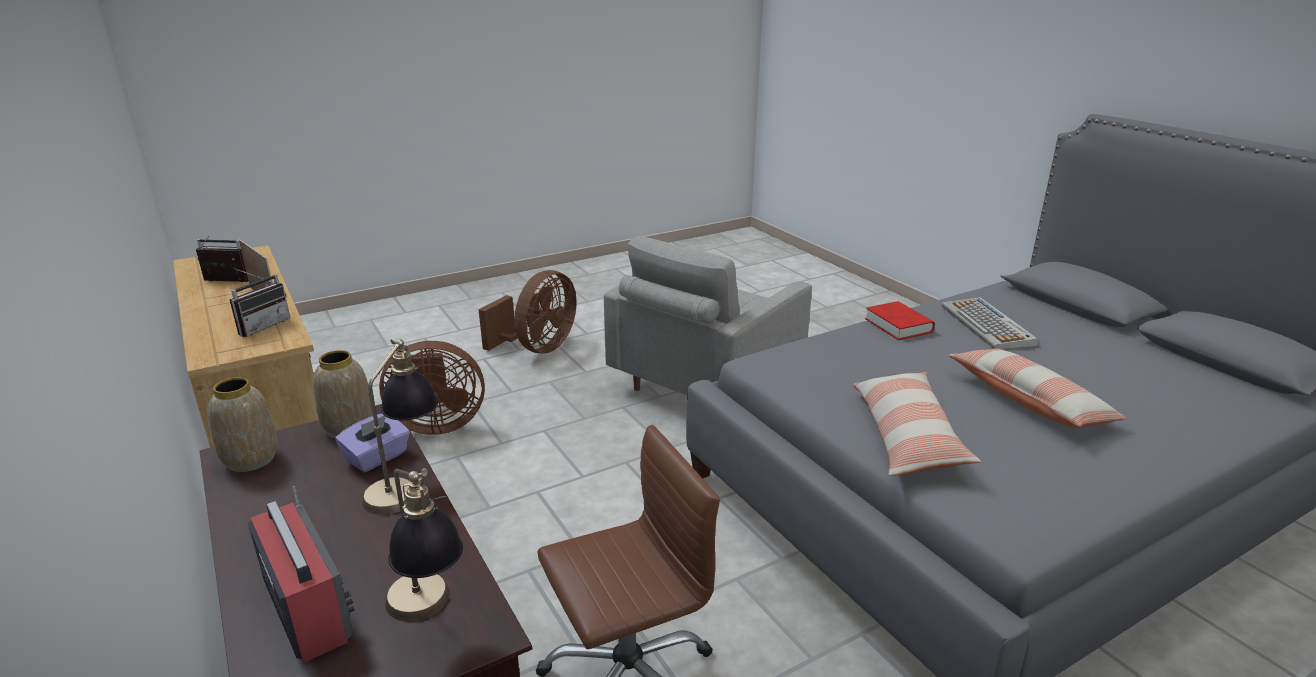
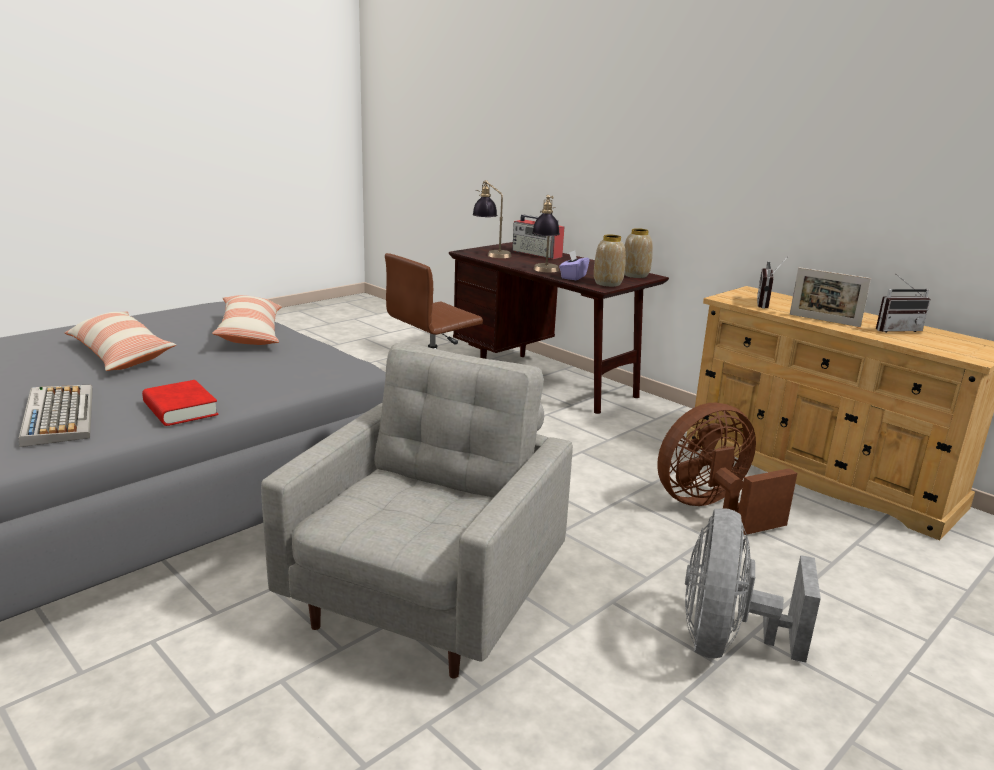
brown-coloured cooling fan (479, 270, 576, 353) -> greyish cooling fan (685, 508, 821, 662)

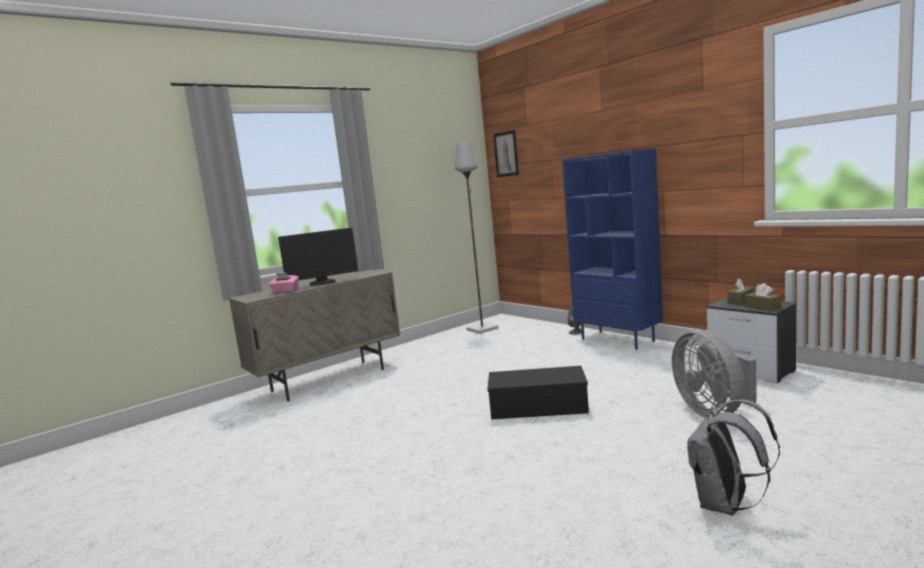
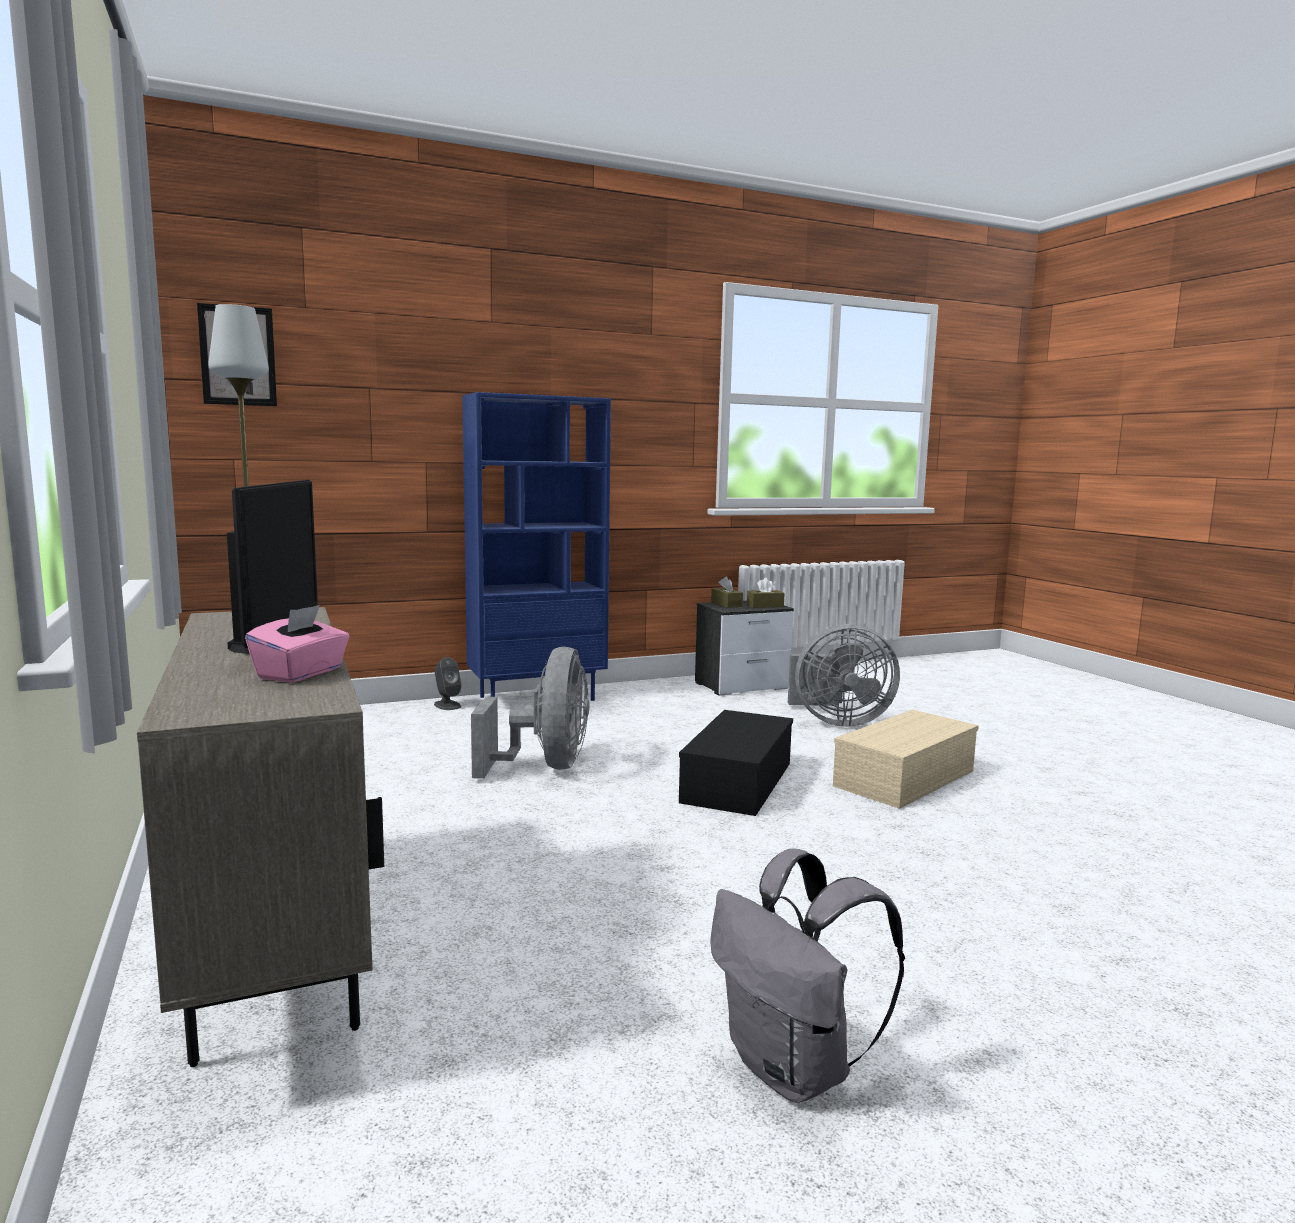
greyish knapsack (687, 399, 780, 516) -> greyish knapsack (710, 848, 905, 1103), relocated
none -> greyish cooling fan (471, 647, 589, 779)
none -> beige-coloured storage box (833, 710, 979, 809)

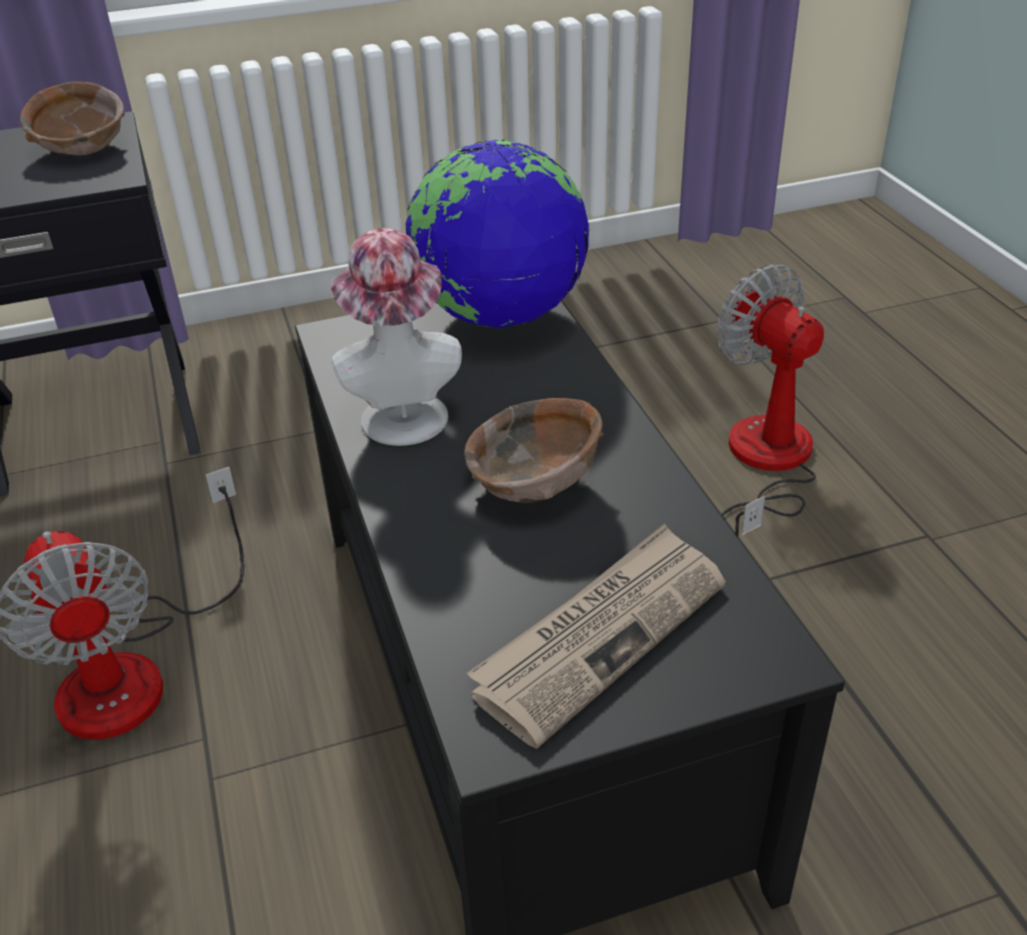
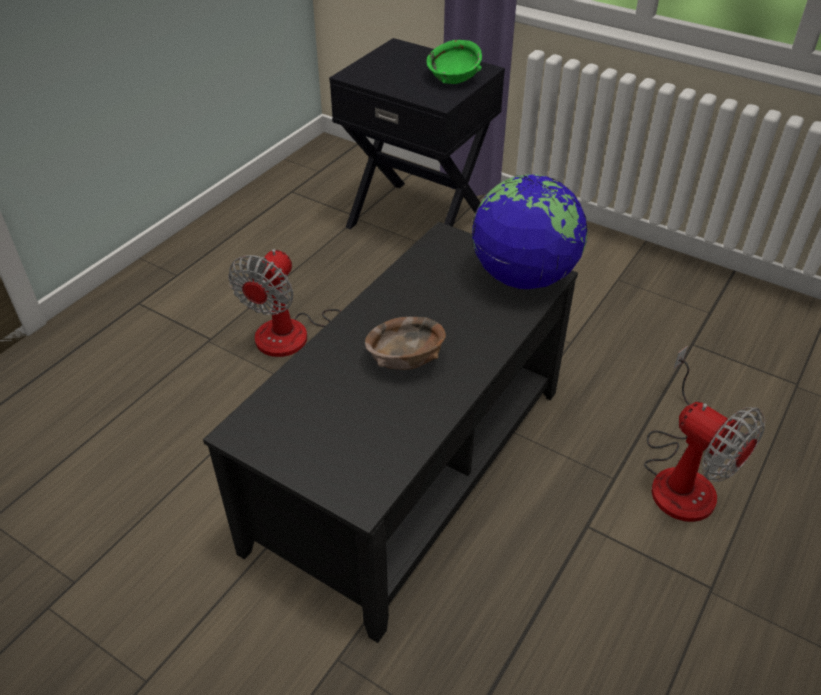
brown-coloured serving bowl (20, 81, 125, 156) -> green serving bowl (427, 40, 482, 84)
clothing hat (331, 228, 462, 446) -> none
cooling fan (717, 264, 824, 537) -> cooling fan (644, 346, 765, 522), 120 degrees clockwise
newspaper (467, 523, 726, 749) -> none

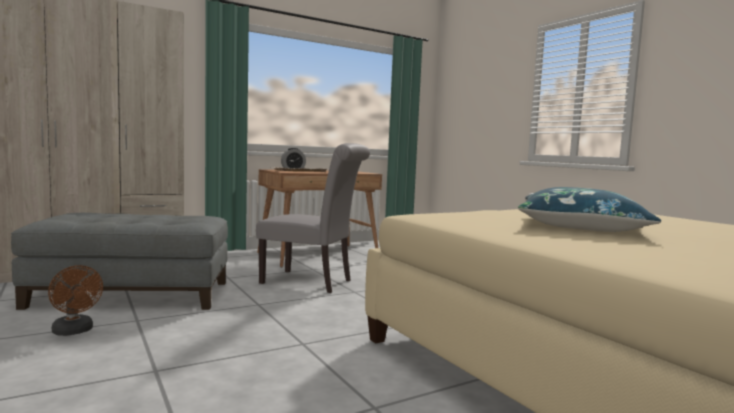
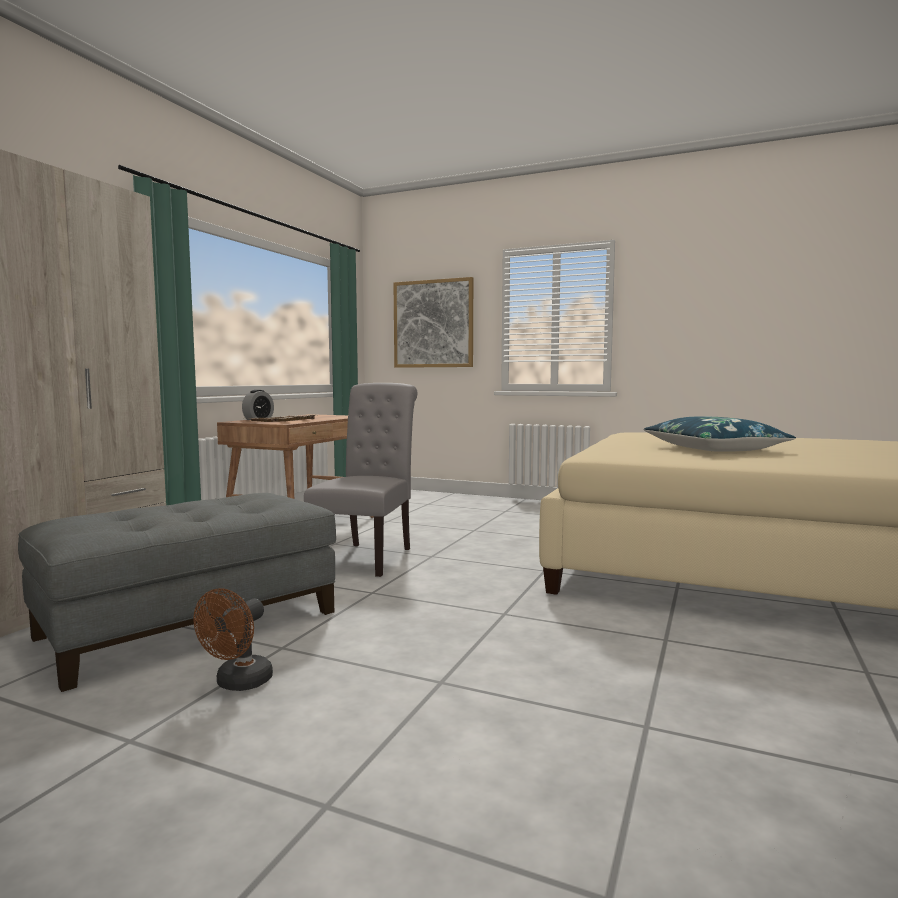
greyish plain chair (256, 143, 370, 293) -> greyish plain chair (304, 383, 417, 577), 60 degrees counterclockwise
brown-coloured cooling fan (48, 265, 103, 336) -> brown-coloured cooling fan (193, 588, 273, 691), 105 degrees clockwise
none -> picture (394, 277, 473, 368)

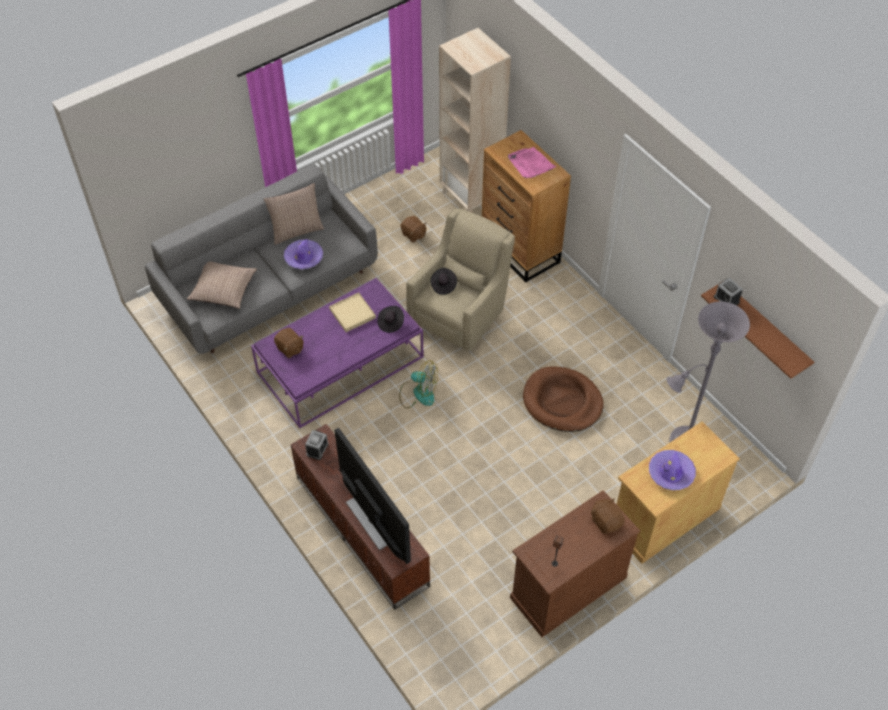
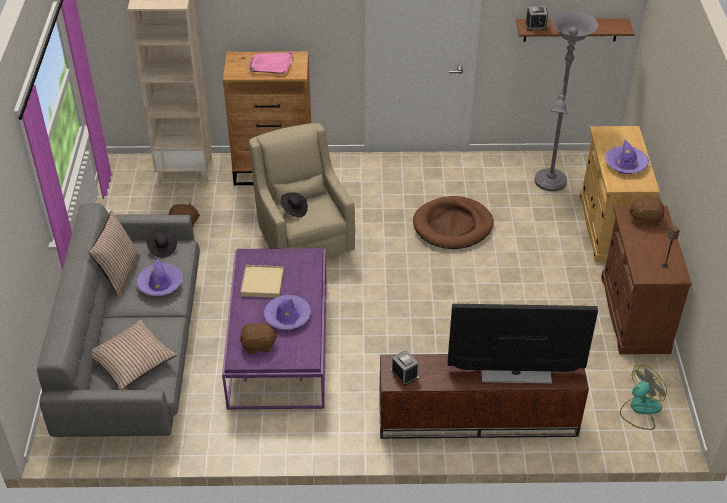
black-coloured clothing hat (377, 306, 404, 333) -> black-coloured clothing hat (147, 230, 177, 258), relocated
cooling fan (399, 360, 438, 409) -> cooling fan (620, 365, 667, 430), relocated
none -> purplish clothing hat (264, 295, 311, 329)

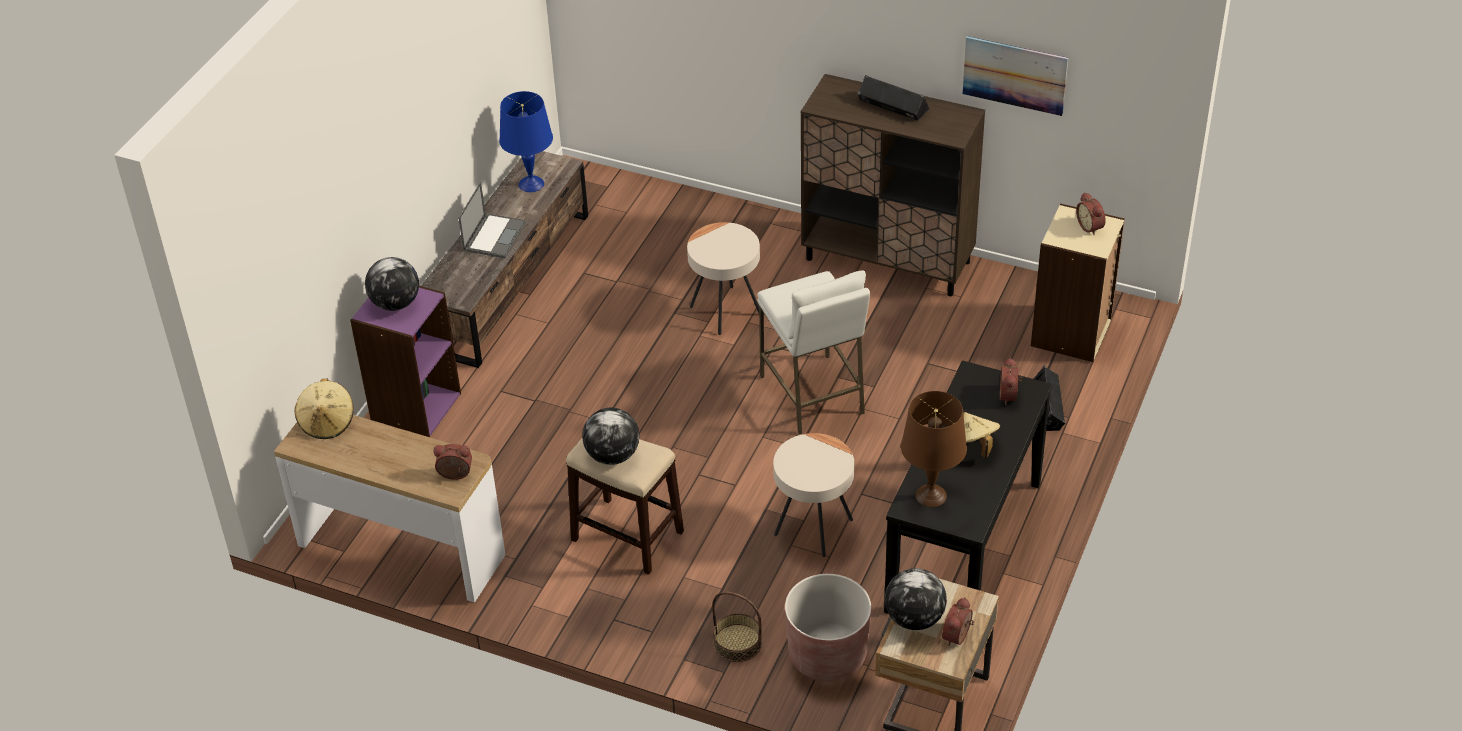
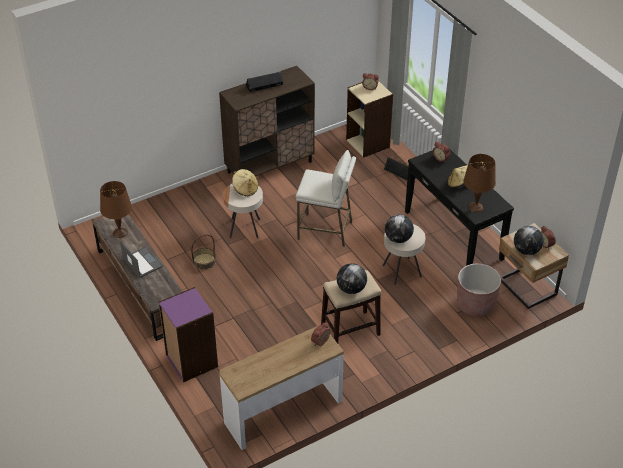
picture (963, 36, 1068, 116) -> none
blue-coloured tabletop lamp (499, 91, 553, 192) -> brown-coloured tabletop lamp (100, 181, 132, 238)
world globe (365, 257, 419, 311) -> world globe (385, 214, 414, 243), relocated
beige-coloured clothing hat (294, 379, 354, 439) -> beige-coloured clothing hat (232, 169, 258, 196), relocated
household basket (712, 591, 762, 662) -> household basket (191, 234, 216, 270), relocated

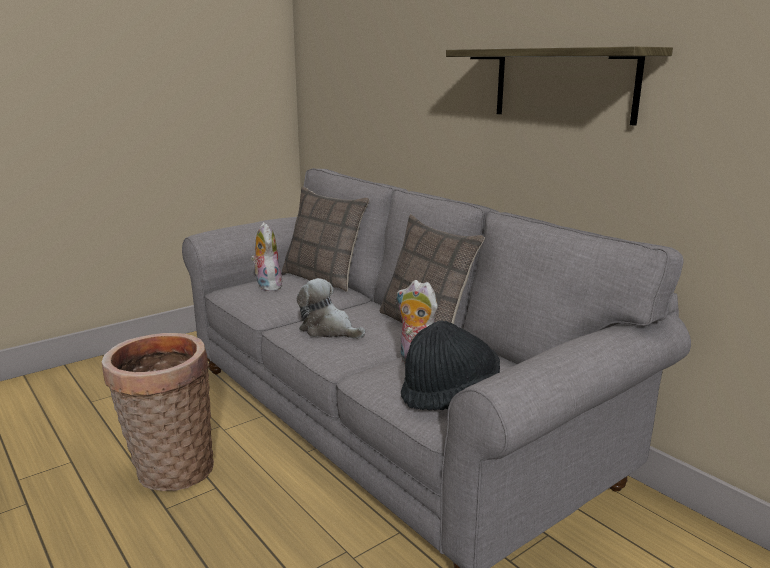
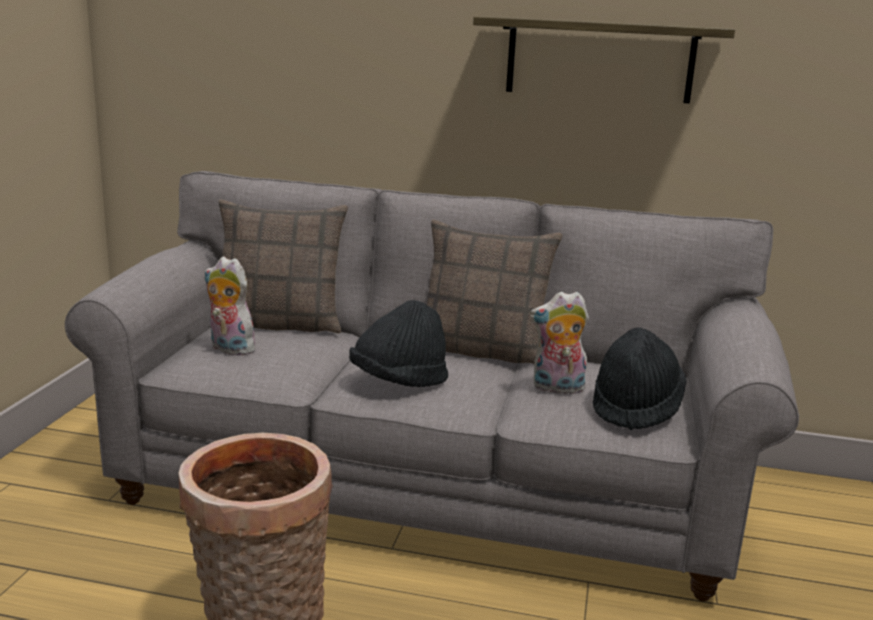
plush toy (297, 278, 365, 338) -> black-coloured clothing hat (349, 300, 448, 387)

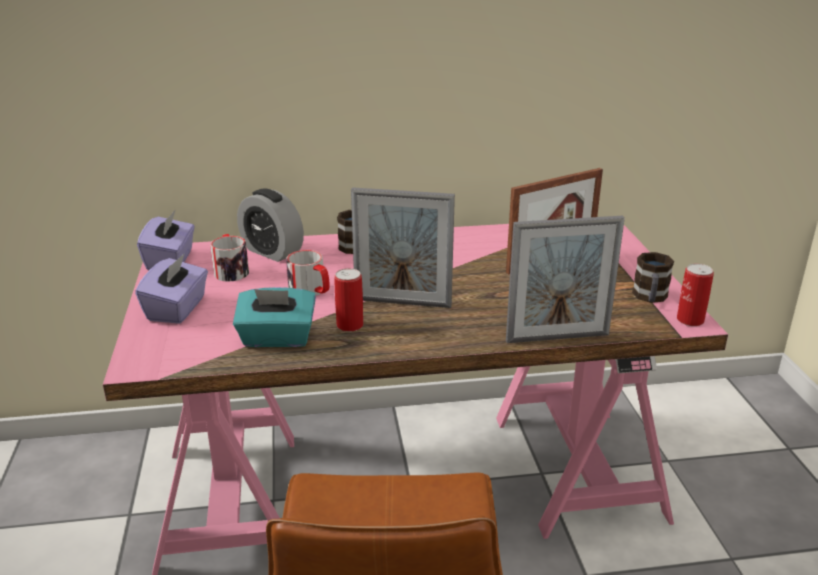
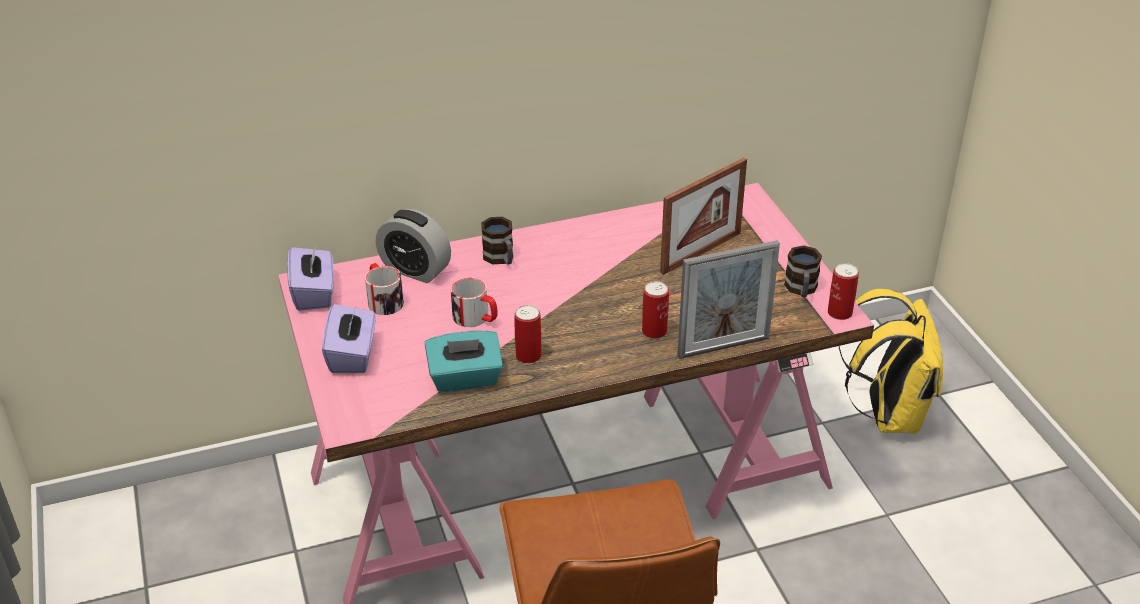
picture frame (351, 187, 455, 308) -> none
none -> sealed can (642, 281, 669, 339)
none -> yellow knapsack (839, 289, 943, 434)

